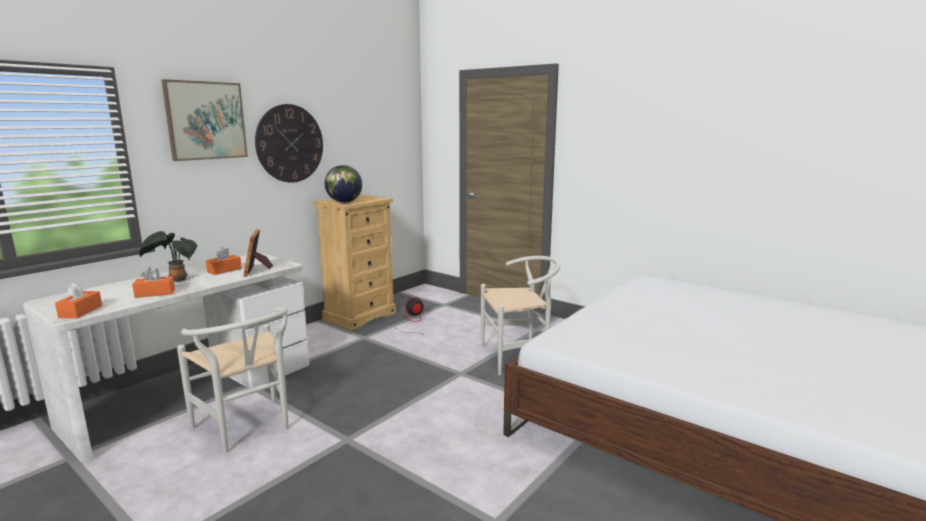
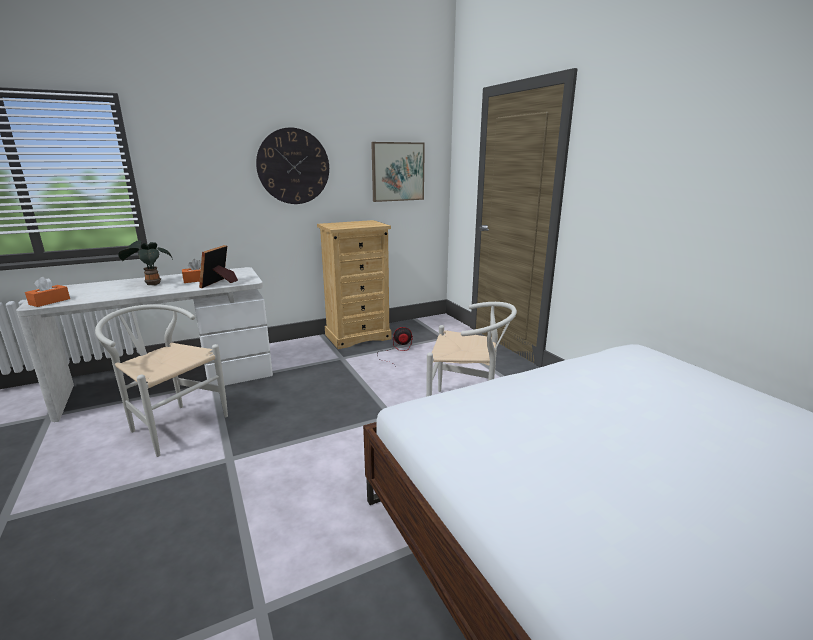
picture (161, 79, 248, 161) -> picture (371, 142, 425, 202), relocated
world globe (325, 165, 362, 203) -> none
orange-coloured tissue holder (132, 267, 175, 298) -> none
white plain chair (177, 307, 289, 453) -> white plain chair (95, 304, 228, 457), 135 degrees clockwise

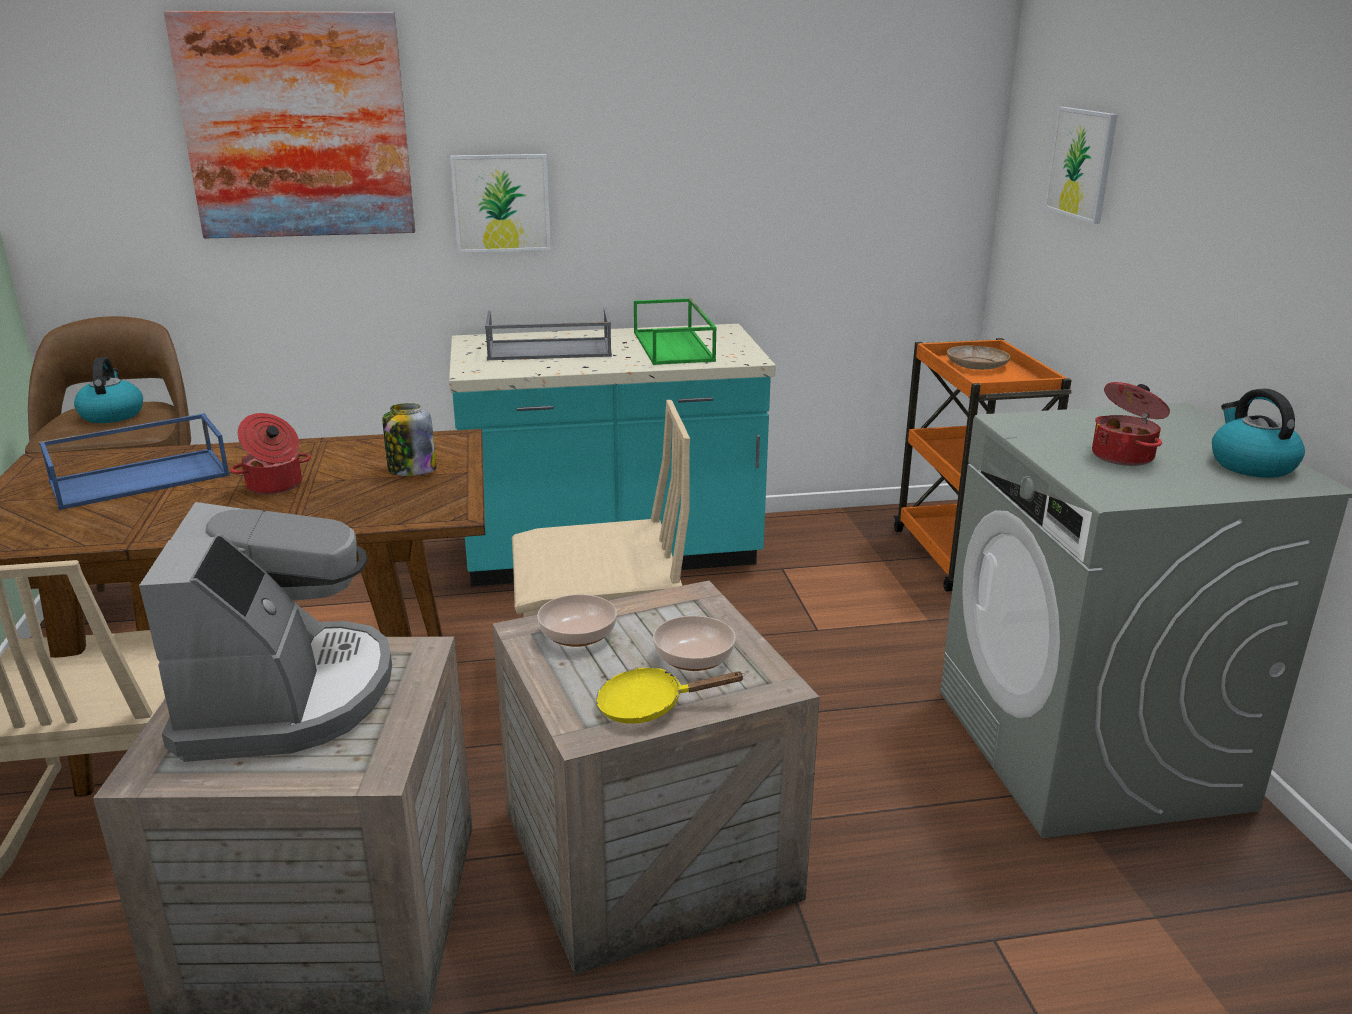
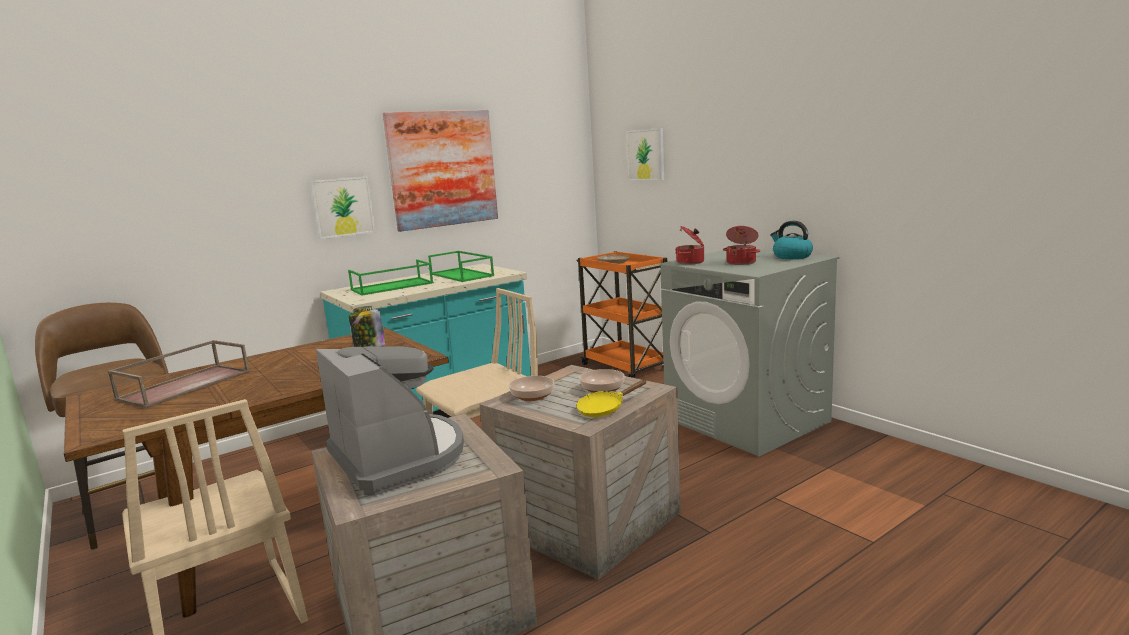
picture (164, 11, 415, 239) -> picture (383, 110, 498, 232), relocated
greyish carrying tray (485, 307, 612, 360) -> green carrying tray (348, 259, 434, 296)
water kettle (74, 357, 143, 423) -> none
blue-coloured carrying tray (39, 413, 230, 510) -> brown-coloured carrying tray (108, 340, 250, 408)
stockpot (230, 413, 311, 495) -> stockpot (675, 226, 704, 265), relocated

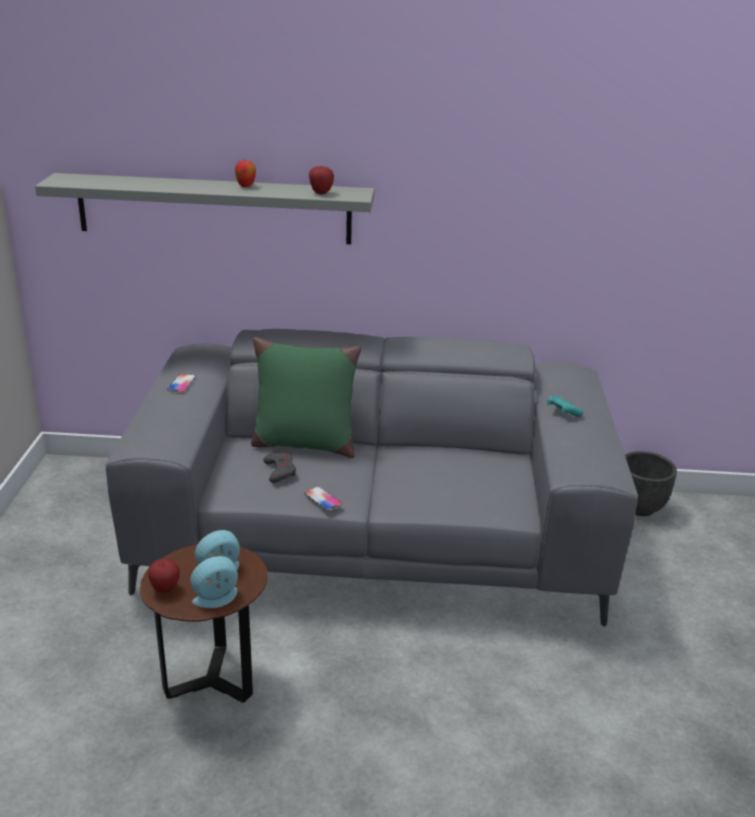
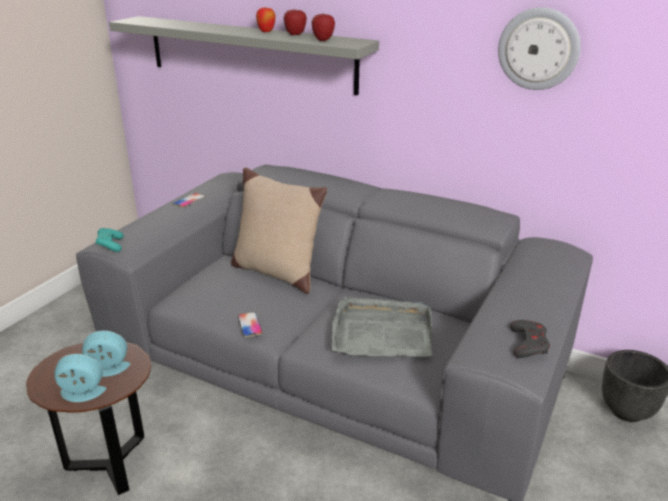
green throw pillow (251, 337, 361, 458) -> beige-coloured throw pillow (231, 167, 327, 294)
blue-green gamepad (547, 396, 583, 417) -> blue-green gamepad (96, 228, 124, 252), relocated
greyish gamepad (263, 453, 296, 483) -> greyish gamepad (510, 320, 550, 358), relocated
apple fruit (148, 559, 180, 593) -> apple fruit (283, 8, 307, 35), relocated
none -> wall clock (498, 7, 581, 90)
none -> greyish carrying tray (332, 297, 432, 357)

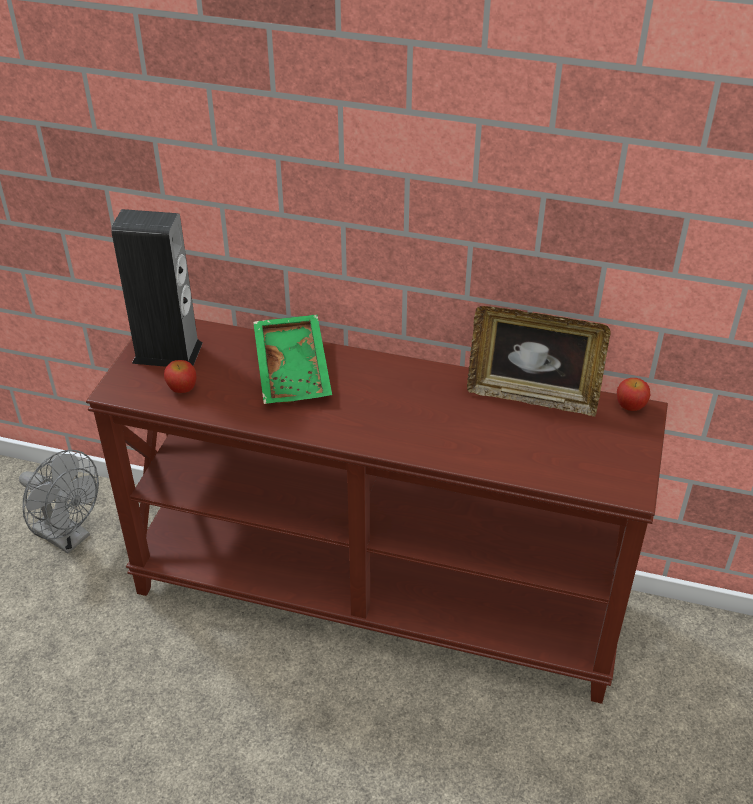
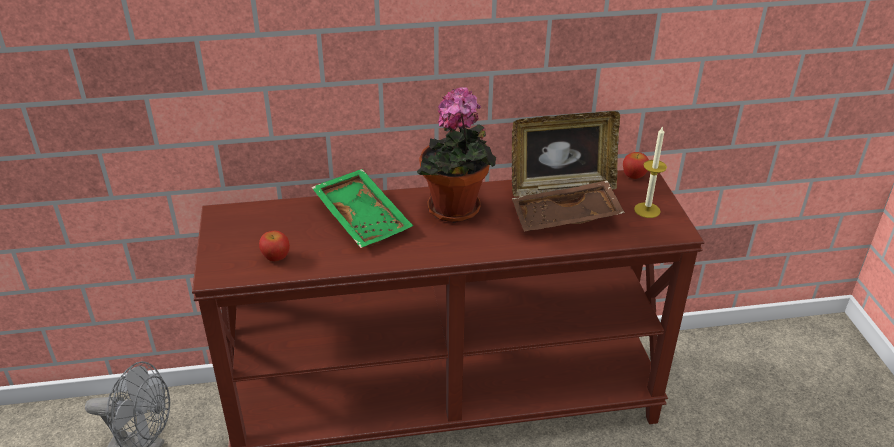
loudspeaker (111, 209, 203, 367) -> none
none -> potted plant (417, 87, 496, 223)
none -> wax light (634, 126, 667, 218)
none -> brown-coloured carrying tray (512, 180, 625, 232)

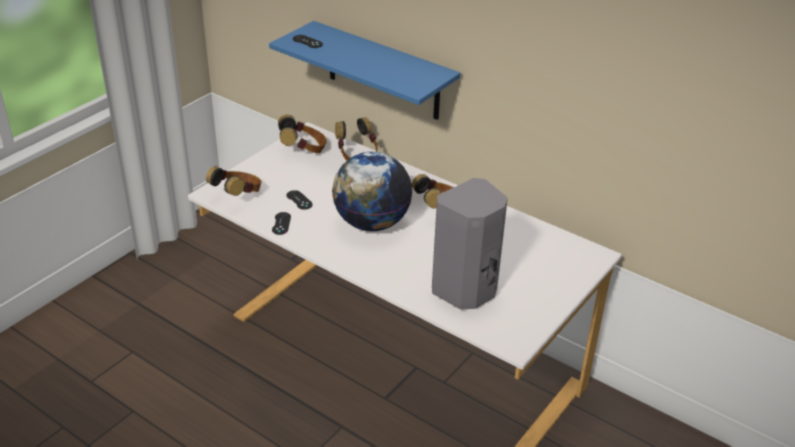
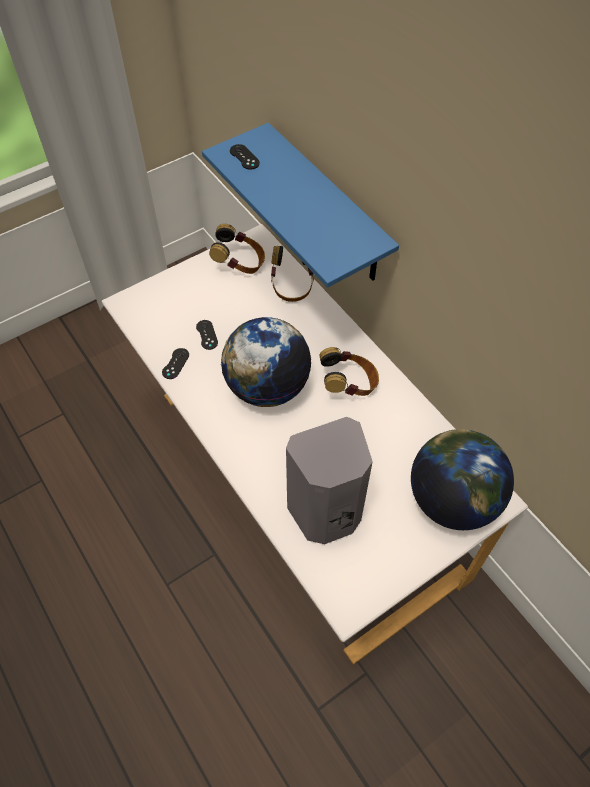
headset (206, 166, 261, 196) -> none
none -> world globe (411, 429, 514, 530)

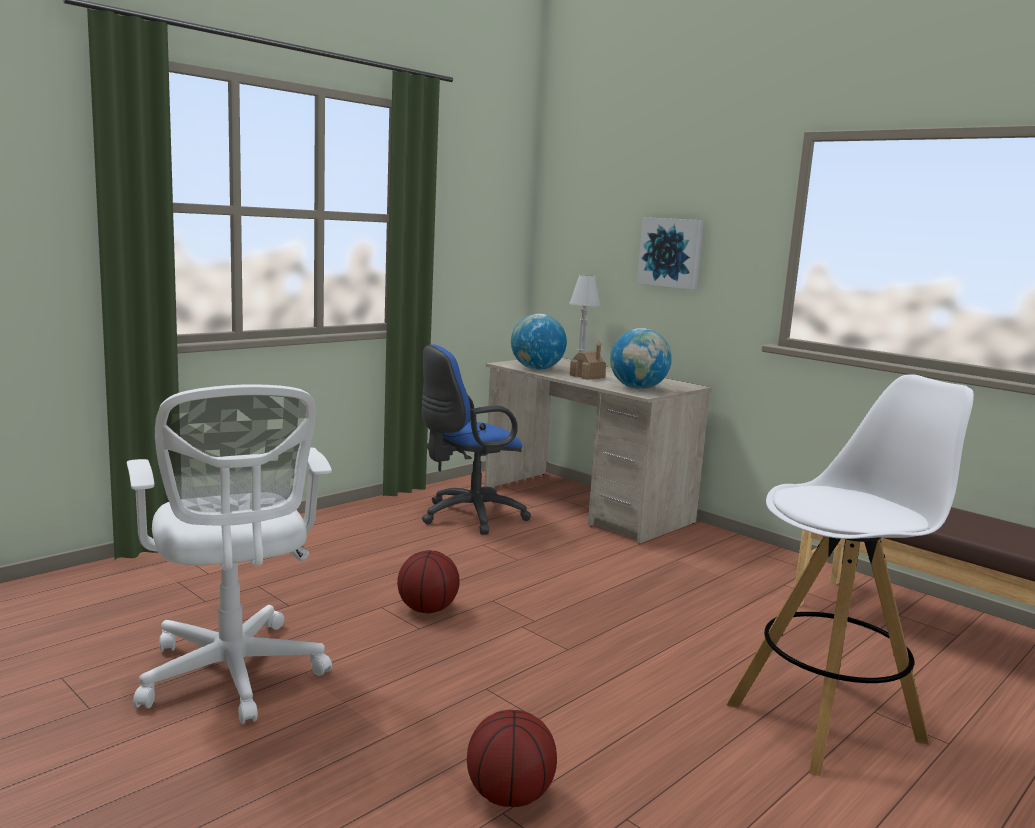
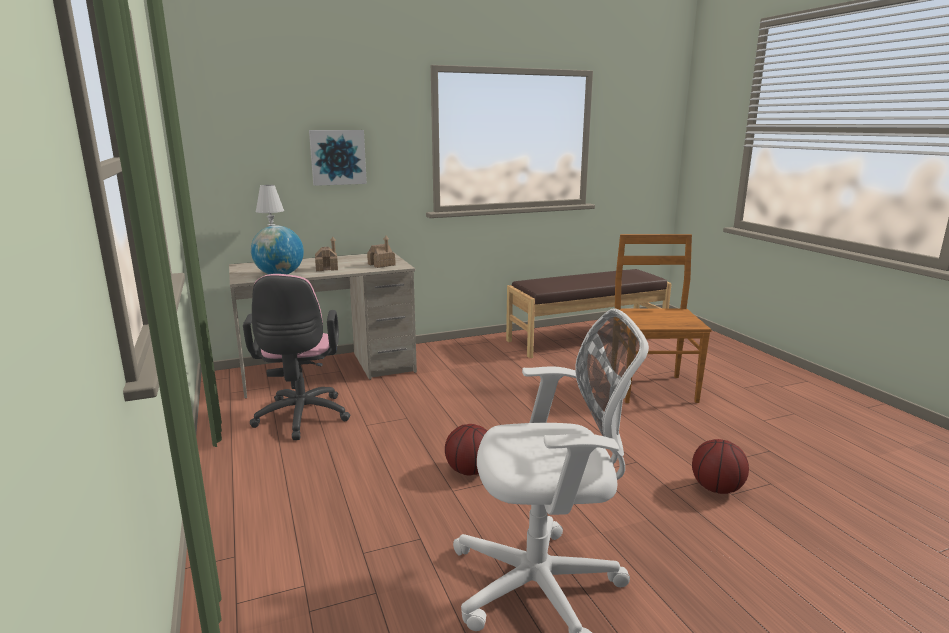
world globe (610, 328, 672, 389) -> toy house (367, 236, 396, 268)
blue-coloured office chair (422, 344, 531, 535) -> pinkish office chair (243, 274, 350, 440)
white stool (726, 374, 974, 776) -> brown-coloured plain chair (615, 234, 712, 403)

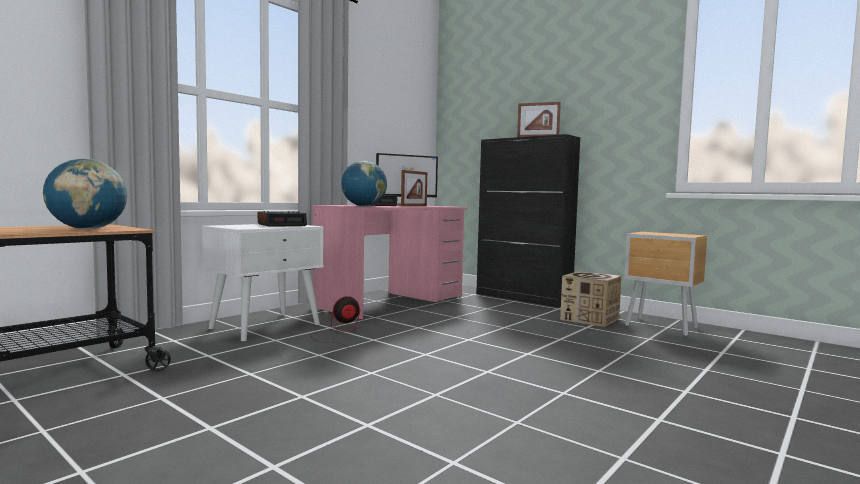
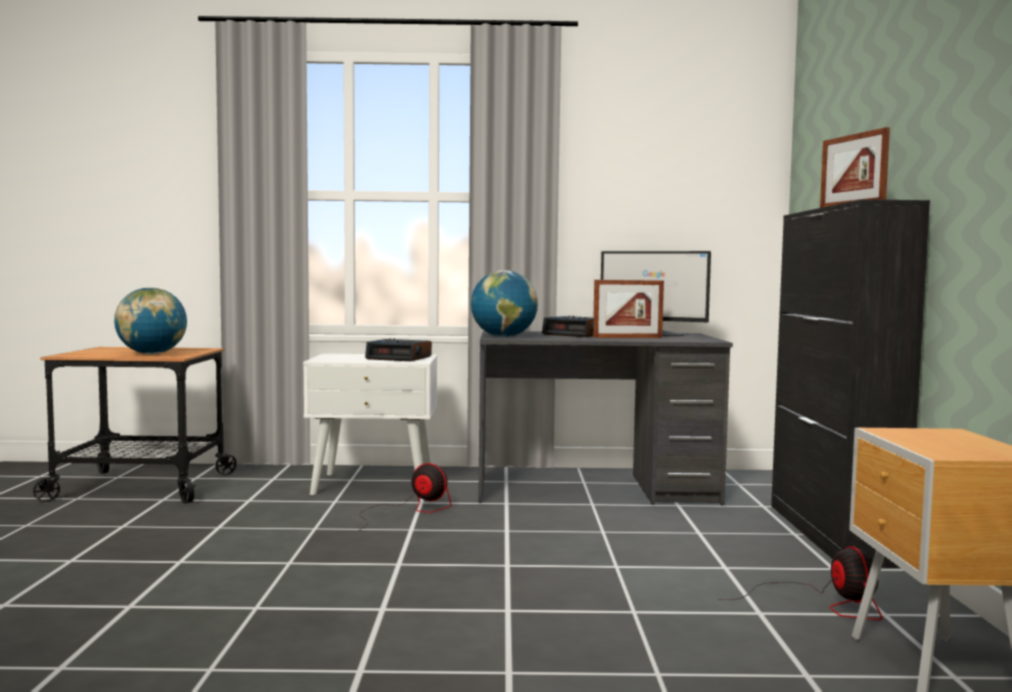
pinkish desk (311, 205, 468, 320) -> greyish desk (478, 331, 733, 505)
cardboard box (560, 271, 622, 327) -> cooling fan (719, 546, 882, 620)

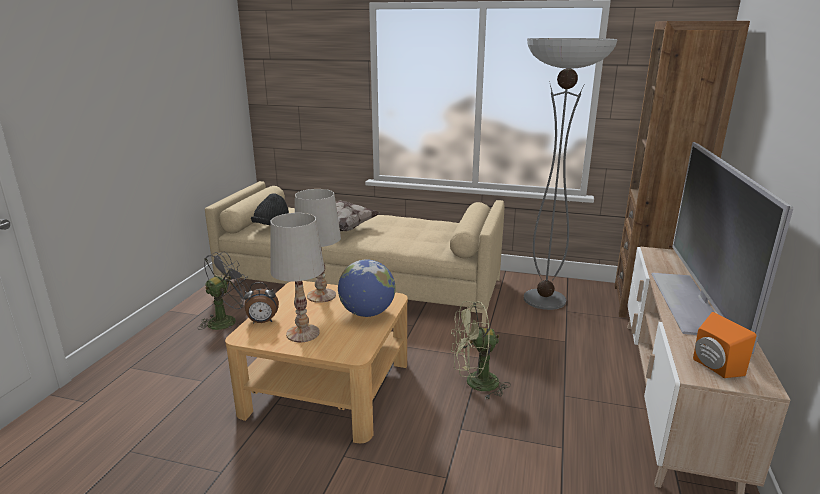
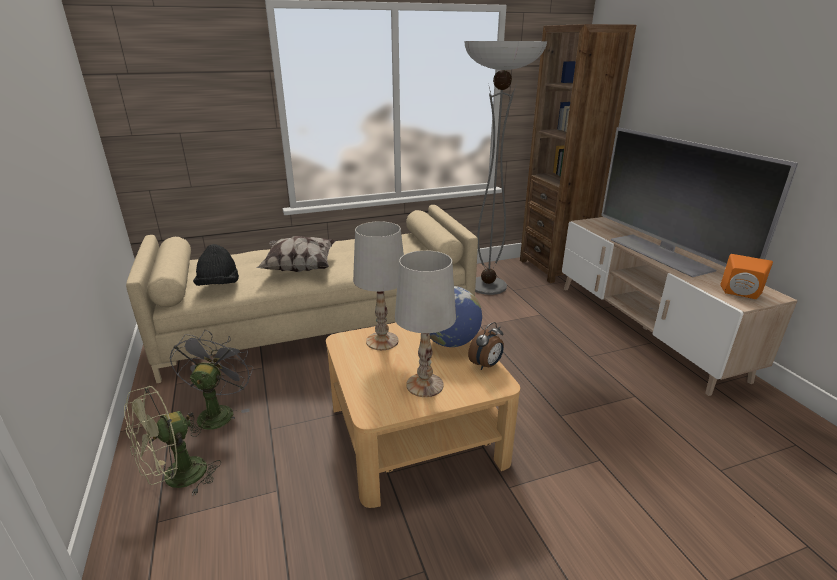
alarm clock (244, 282, 279, 323) -> alarm clock (468, 322, 504, 370), relocated
green cooling fan (451, 301, 511, 400) -> green cooling fan (124, 386, 221, 496), relocated

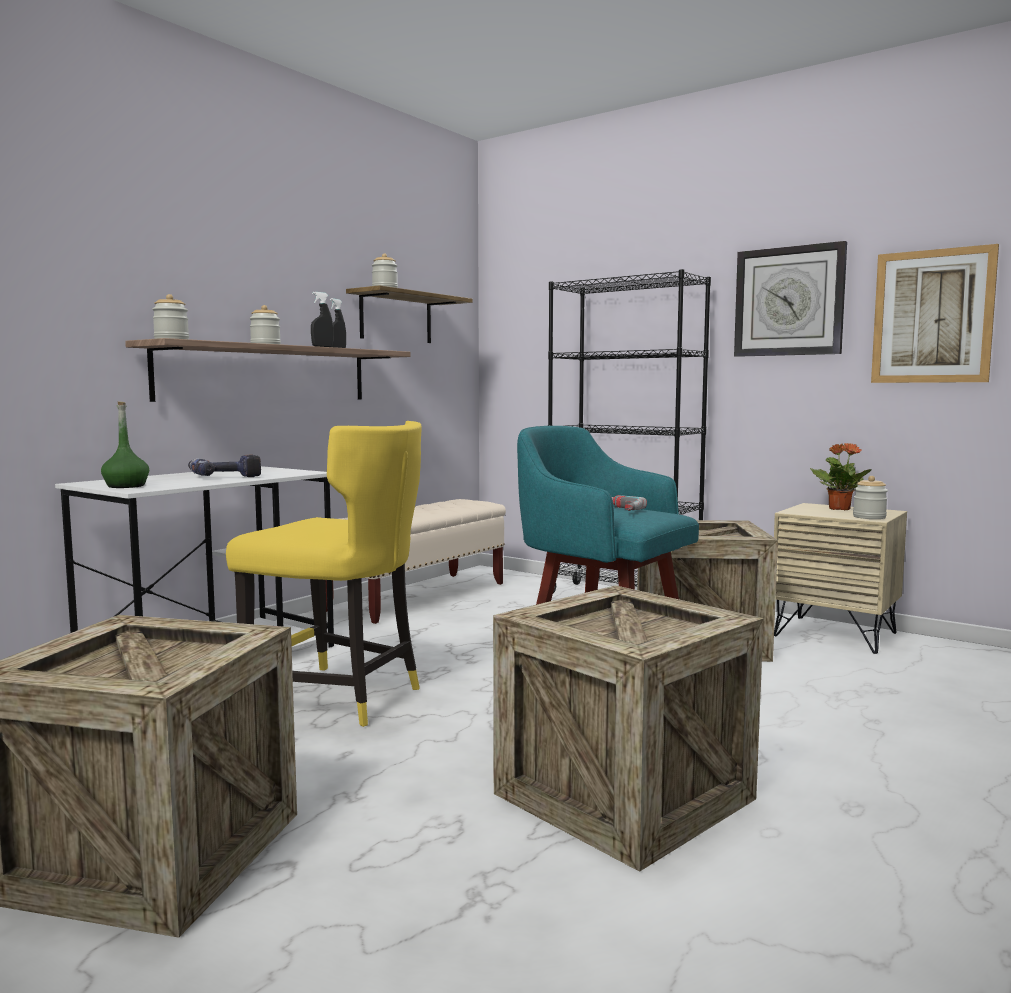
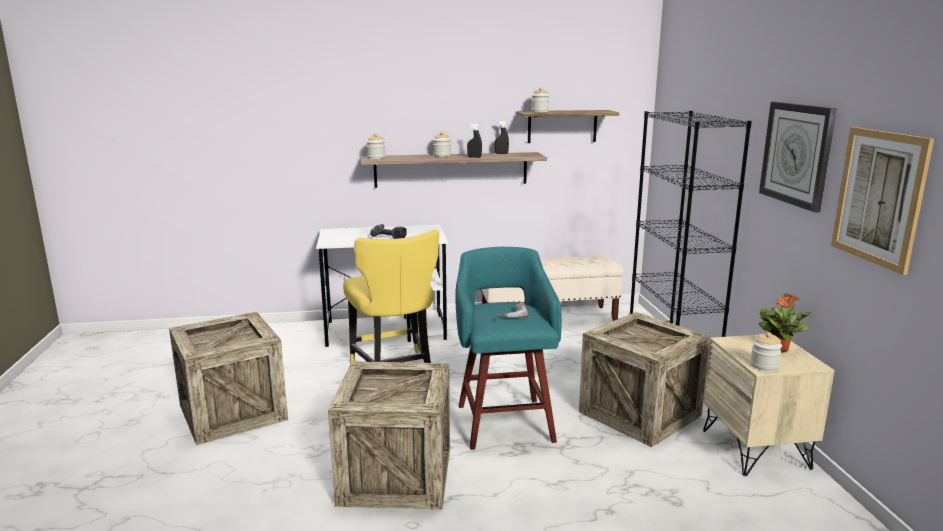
green beverage bottle (101, 401, 149, 488) -> none

